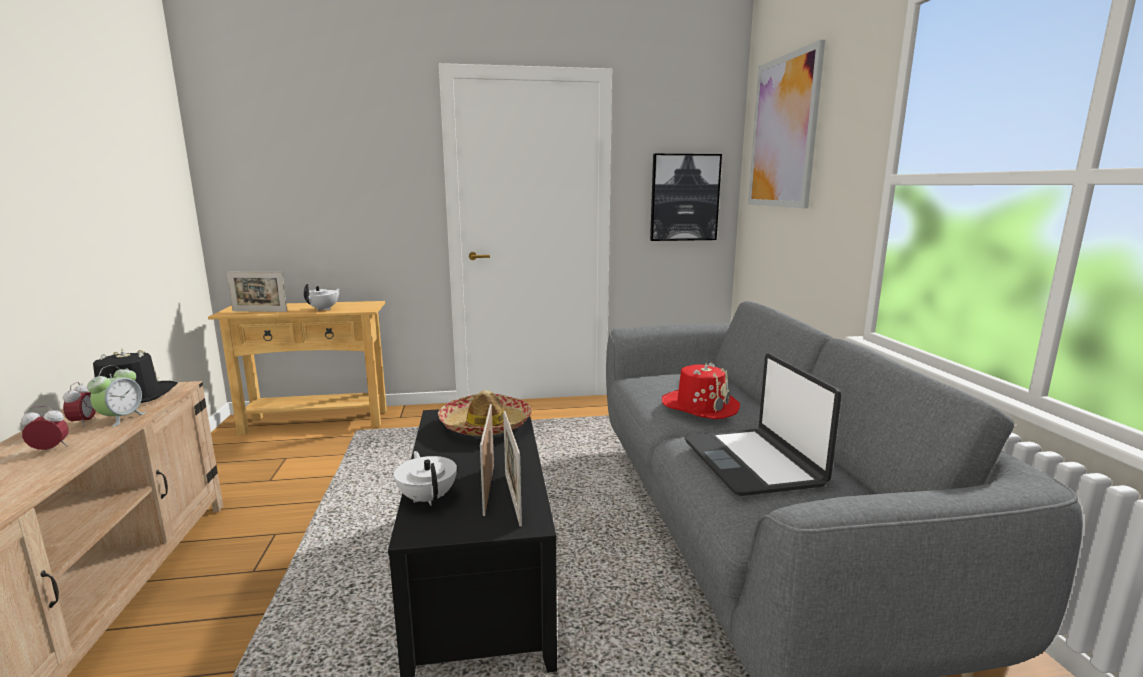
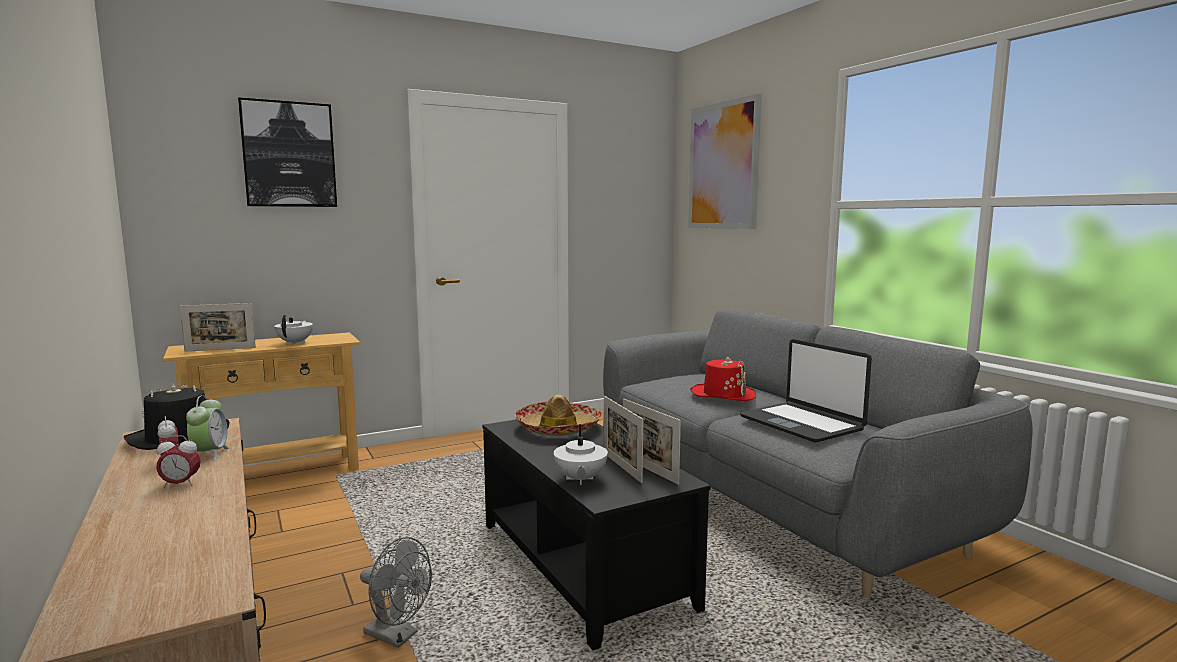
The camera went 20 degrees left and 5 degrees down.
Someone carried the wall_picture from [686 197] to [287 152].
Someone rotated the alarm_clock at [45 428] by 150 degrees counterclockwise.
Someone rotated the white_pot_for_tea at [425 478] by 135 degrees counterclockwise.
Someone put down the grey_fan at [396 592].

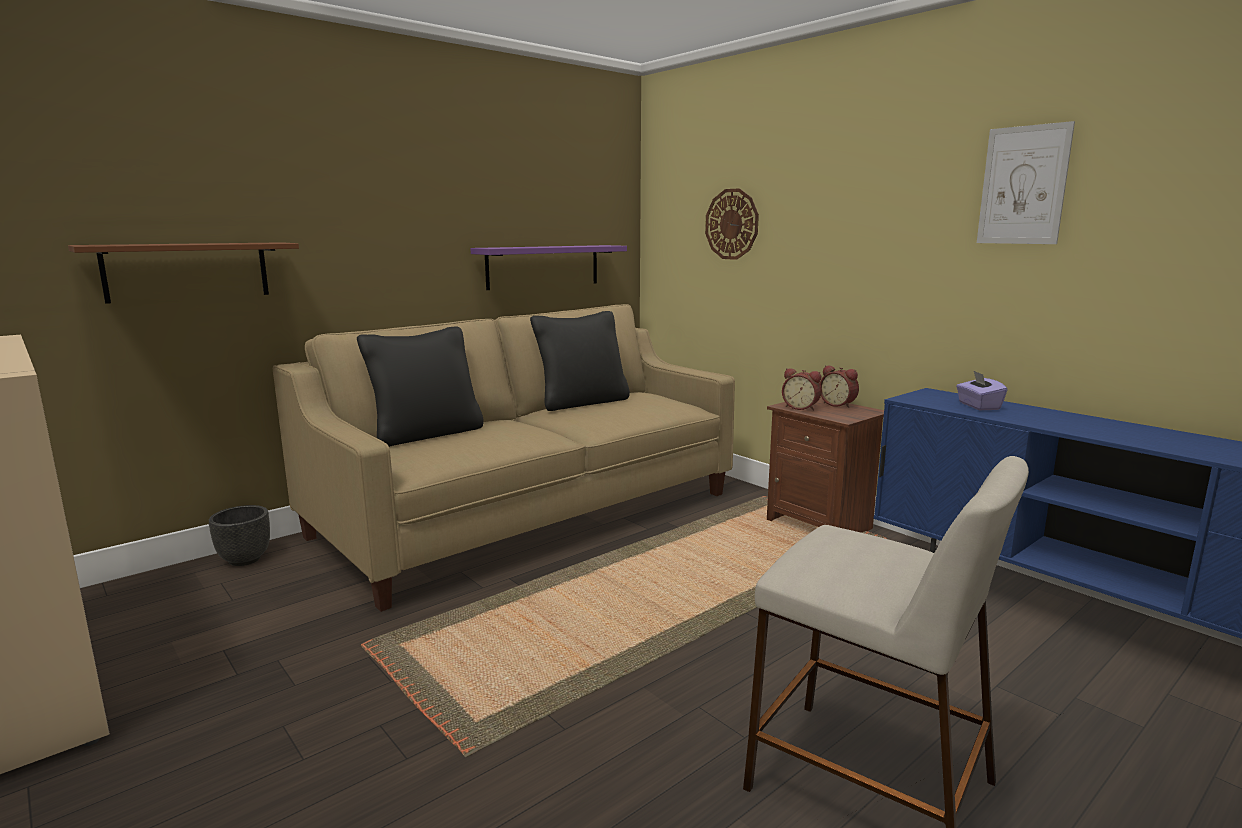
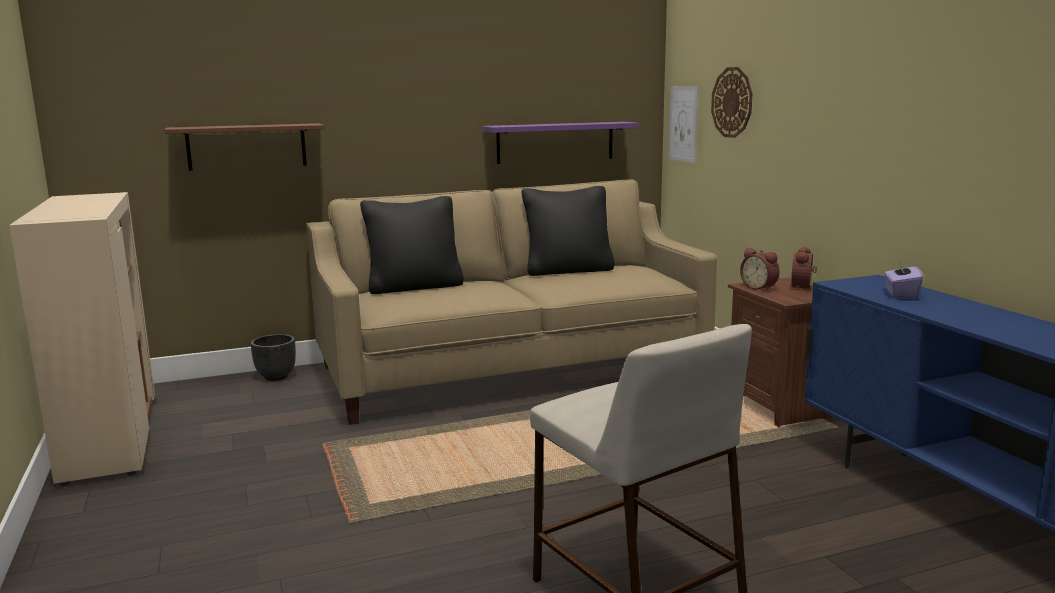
The camera went 20 degrees right and 0 degrees up.
Someone carried the wall_picture from [1026 182] to [683 124].
Someone rotated the alarm_clock at [839 386] by 45 degrees clockwise.

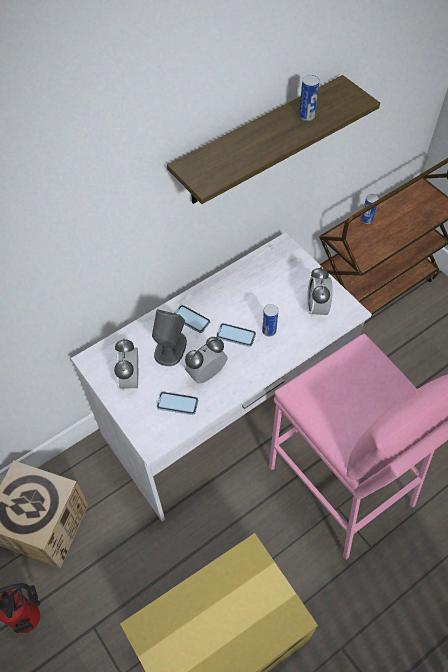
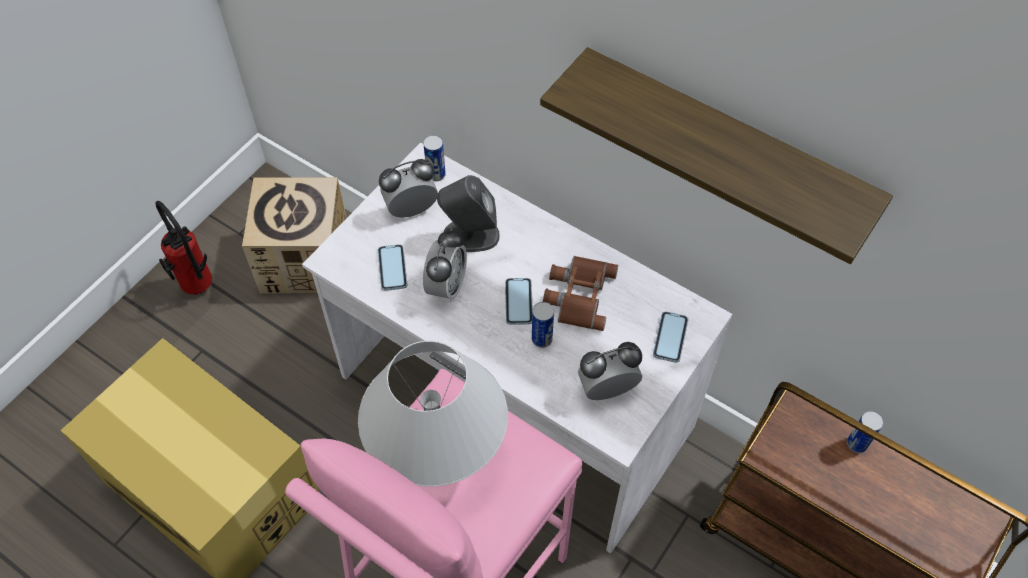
The camera went 70 degrees right and 0 degrees up.
Someone carried the metal_can from [309 98] to [434 158].
Someone carried the telephone from [192 319] to [670 337].
Someone rotated the alarm_clock at [206 360] by 75 degrees clockwise.
Someone put down the brown-coloured_binoculars at [580 293].
Someone put down the white_tabletop_lamp at [433 414].

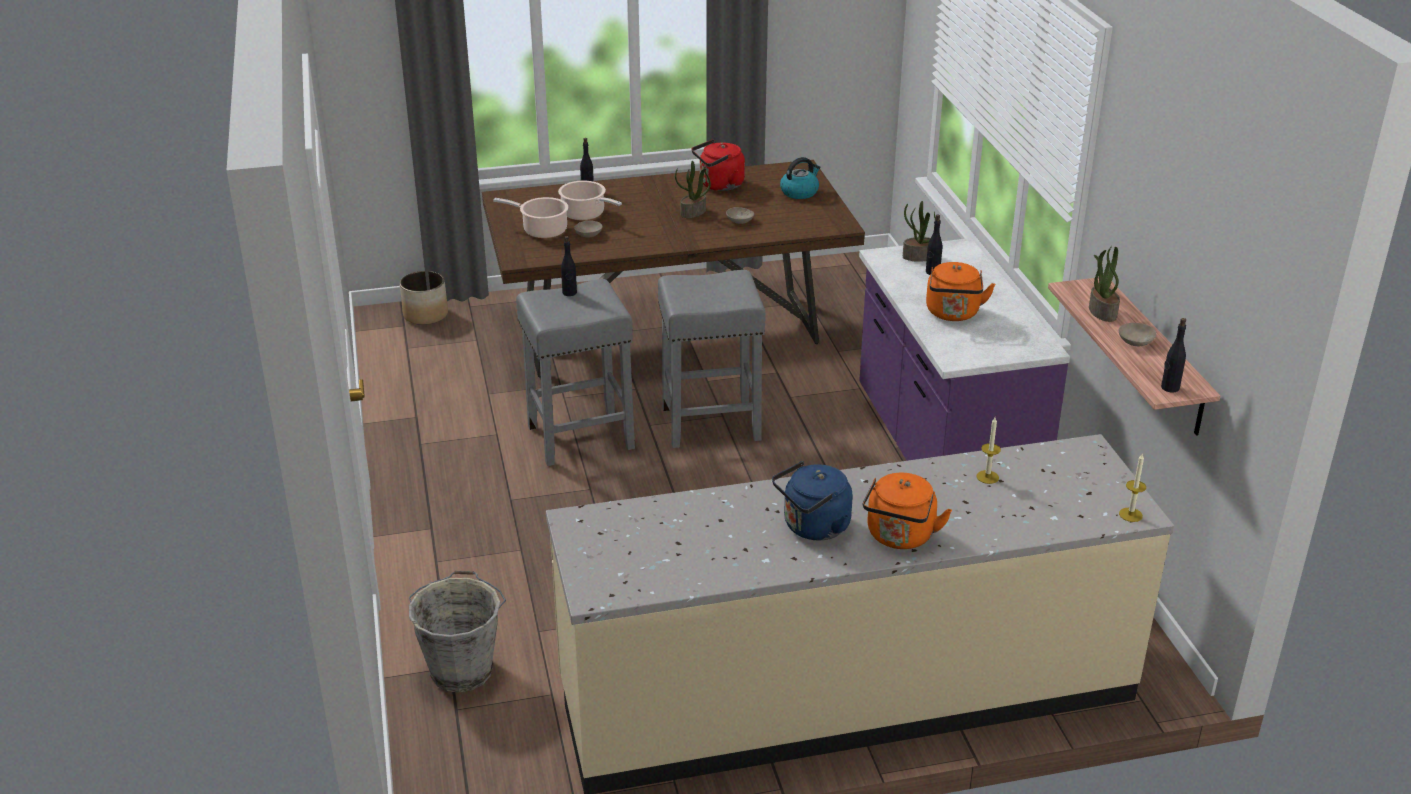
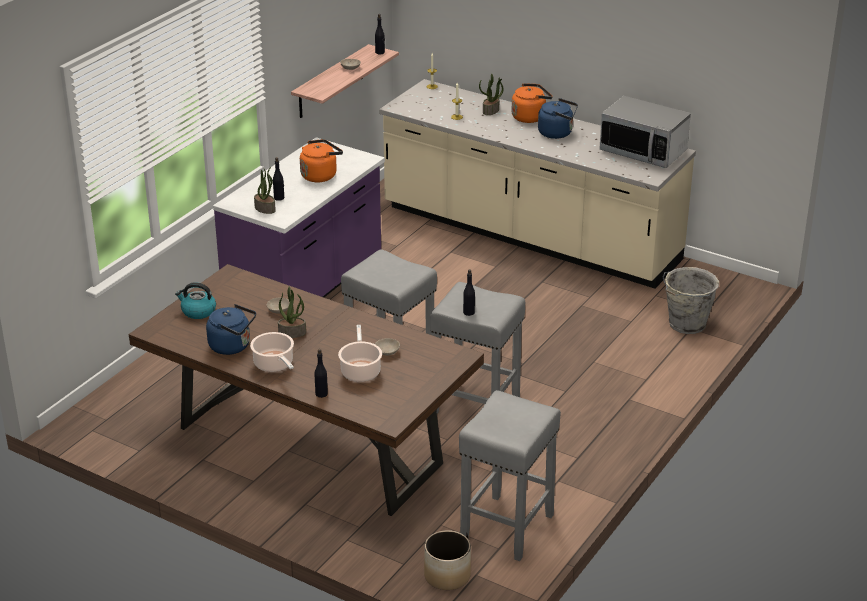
The camera went 135 degrees left and 0 degrees up.
Someone repainted the red-coloured_kettle at [718 165], which became the bluish_kettle at [231 329].
Someone carried the saucepot from [530 217] to [272 352].
Someone carried the plant_in_a_pot from [1104 284] to [491 94].
Someone put down the microwave at [645 132].
Someone put down the grey_stool_seat at [510 475].

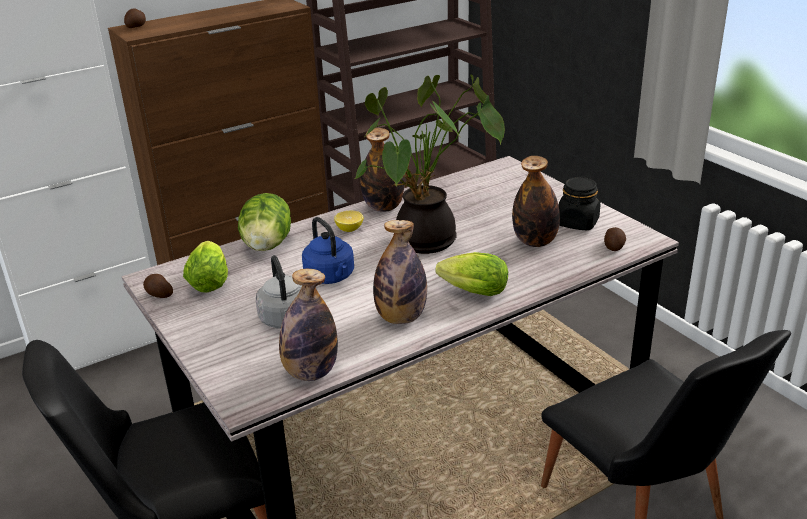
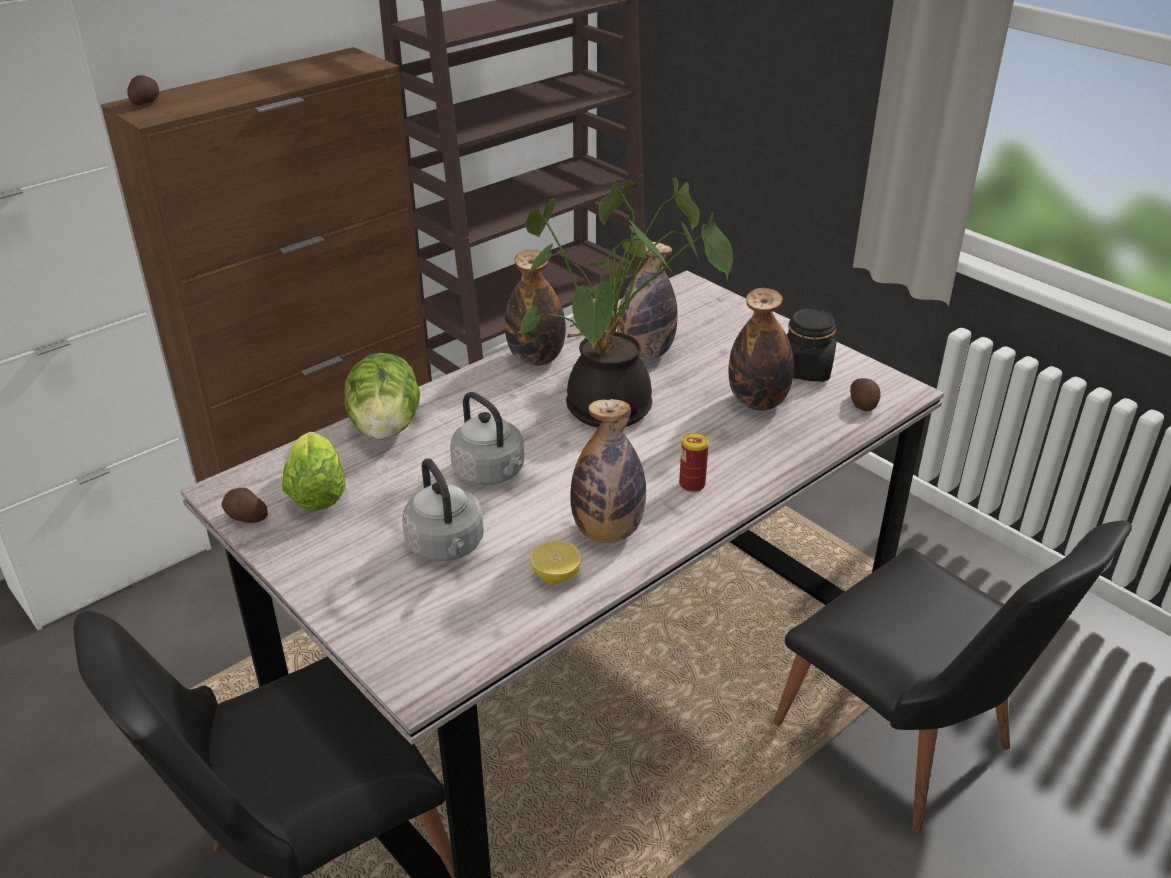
The camera went 10 degrees left and 5 degrees up.
Someone carried the whole_lemon from [348 221] to [555 562].
Someone repainted the bluish_kettle at [328 250], which became the grey_kettle at [487 438].
Someone swapped the lettuce_head at [471 274] for the metal_can at [694 462].
Someone carried the beverage_bottle from [308 325] to [647 301].

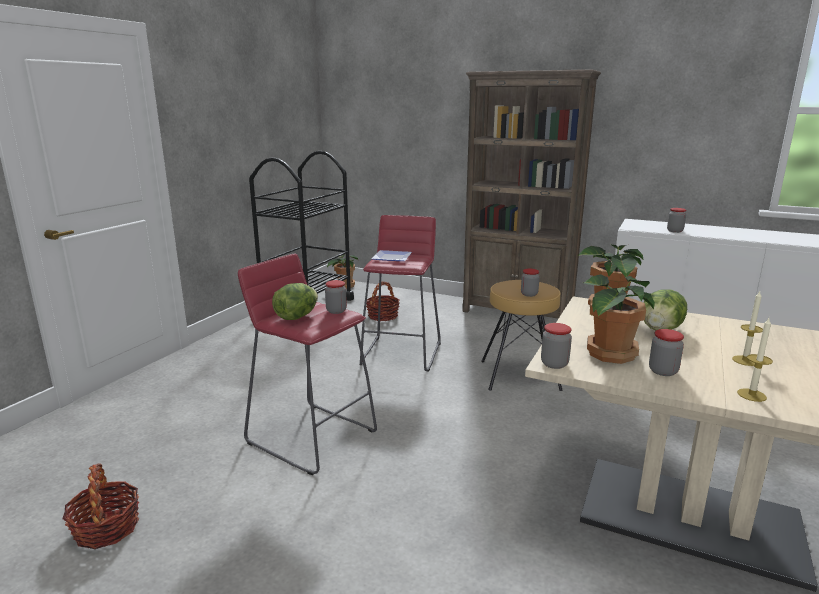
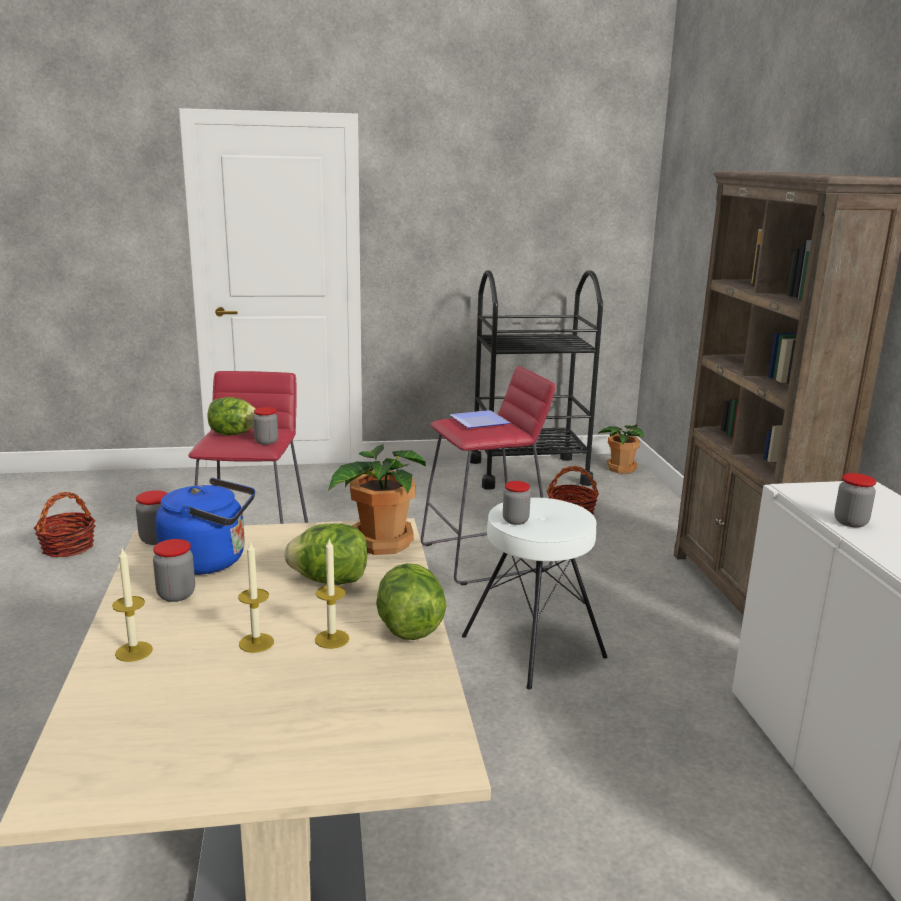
The camera went 55 degrees right and 0 degrees up.
Someone swapped the plant_in_a_pot at [619 319] for the bluish_kettle at [205 526].
Someone repainted the brown-coloured_stool_seat at [522 335], which became the white_stool_seat at [534 593].
Someone put down the candle at [332 594].
Someone put down the lettuce_head at [411 601].

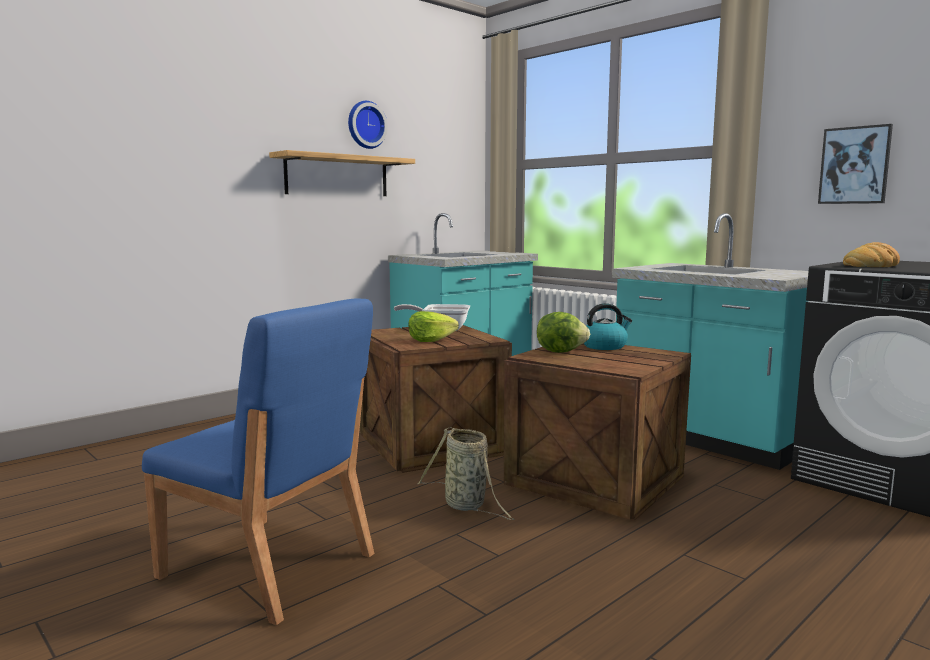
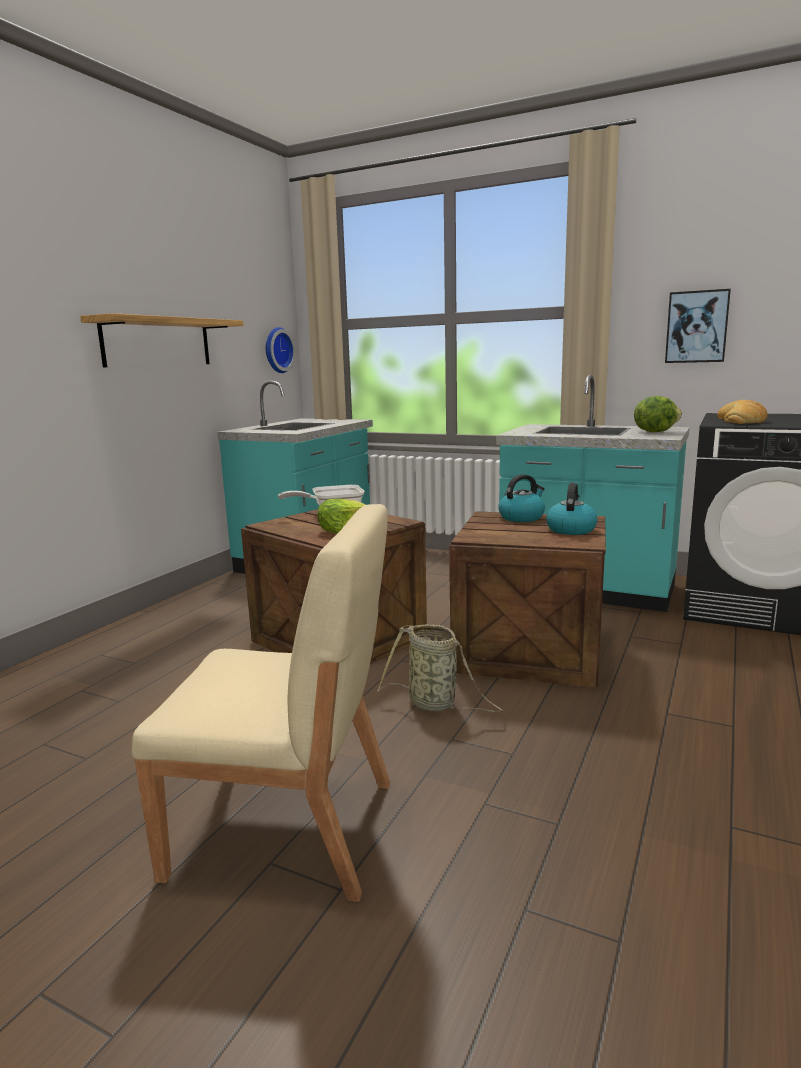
The camera went 20 degrees left and 5 degrees up.
Someone carried the clock_on_the_wall from [368 125] to [281 350].
Someone repainted the bluish_upright_chair at [258 461], which became the beige-coloured_upright_chair at [261 703].
Someone carried the lettuce_head from [563 332] to [658 414].
Someone put down the kettle at [572 509].

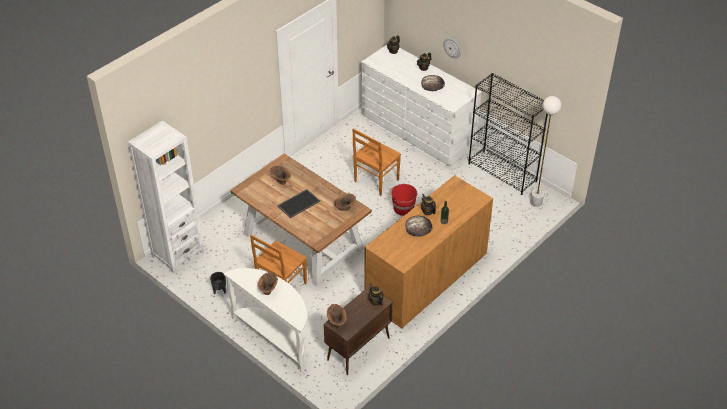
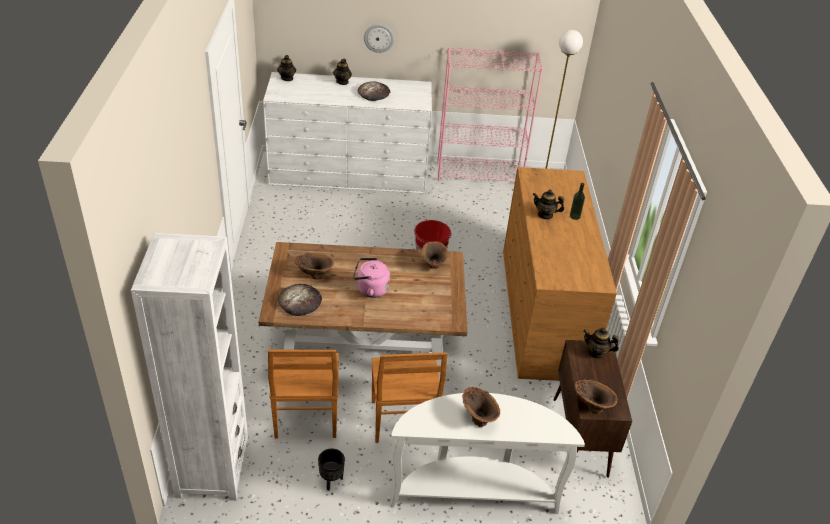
The camera went 45 degrees left and 5 degrees down.
Someone repainted the blackish_bookcase at [508 134], which became the pink_bookcase at [490 114].
Someone carried the brown-coloured_upright_chair from [377 162] to [303 394].
Someone swapped the serving_tray at [298 203] for the pink_kettle at [371 278].
Someone carried the bread from [419 226] to [300 300].

